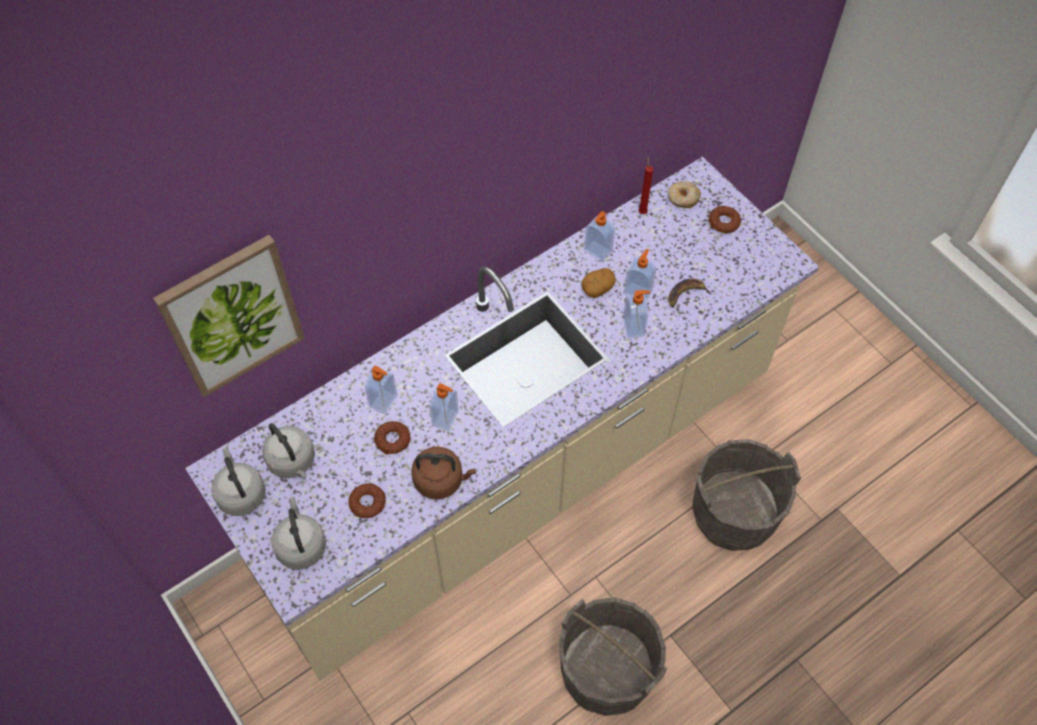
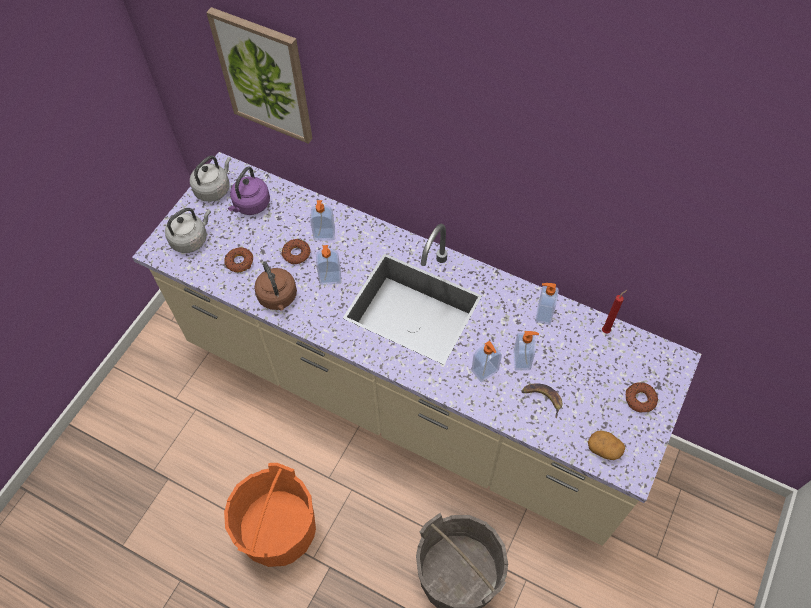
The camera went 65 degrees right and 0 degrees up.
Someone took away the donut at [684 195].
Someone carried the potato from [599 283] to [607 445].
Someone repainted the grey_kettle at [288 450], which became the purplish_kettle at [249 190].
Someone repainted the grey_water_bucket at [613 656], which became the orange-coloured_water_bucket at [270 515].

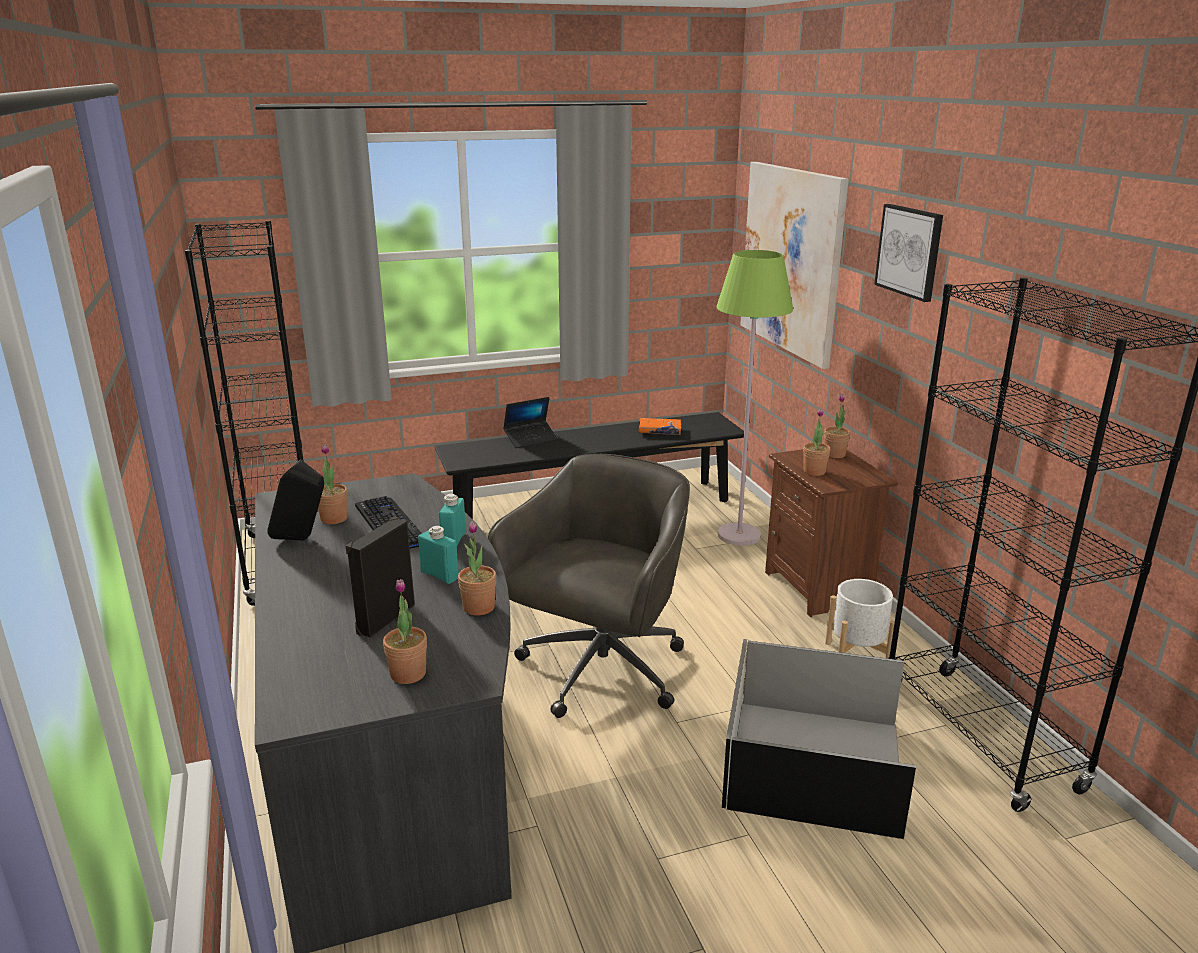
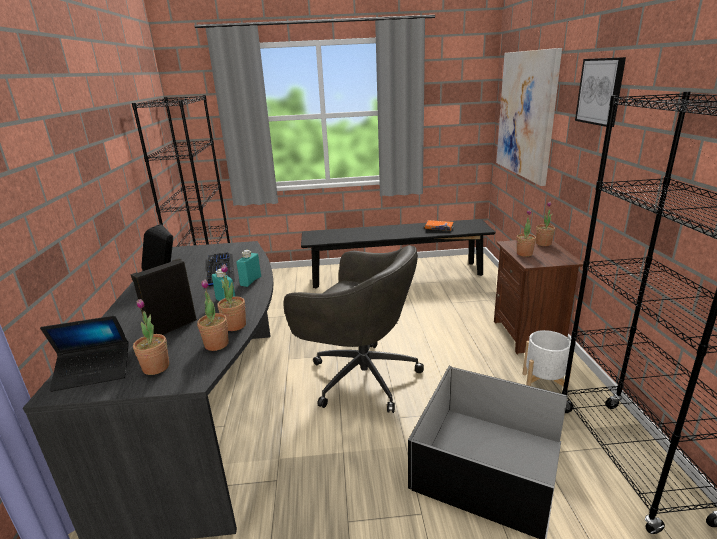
The camera went 15 degrees right and 0 degrees up.
Someone took away the green_floor_lamp at [754 398].
Someone carried the portable_computer from [530 422] to [84 354].
Someone carried the plant_in_a_pot from [333 484] to [213 315].
Someone rotated the grey_desk_chair at [589 586] by 75 degrees clockwise.

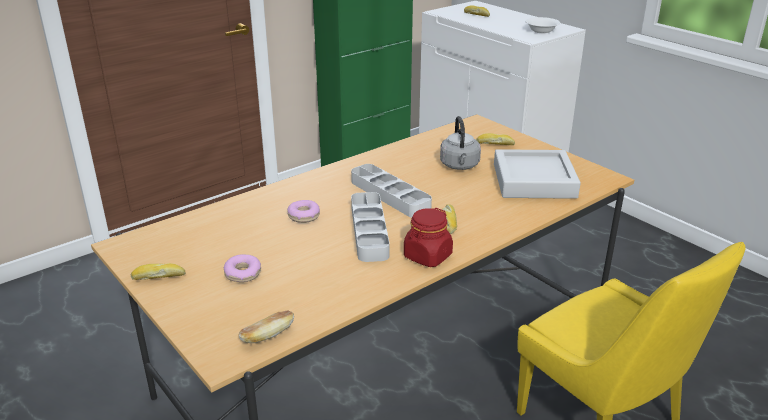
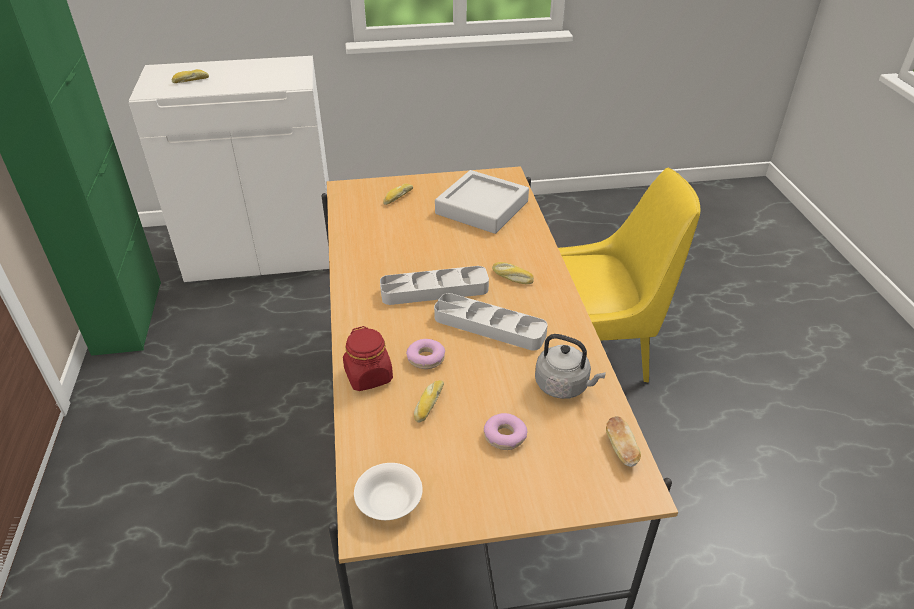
The camera went 60 degrees left and 10 degrees up.
Someone carried the white_serving_bowl from [542 25] to [388 491].
Someone carried the grey_kettle from [460 143] to [570 366].
Someone carried the red-coloured_jar from [428 237] to [368 358].
Someone carried the bread from [158 271] to [429 401].

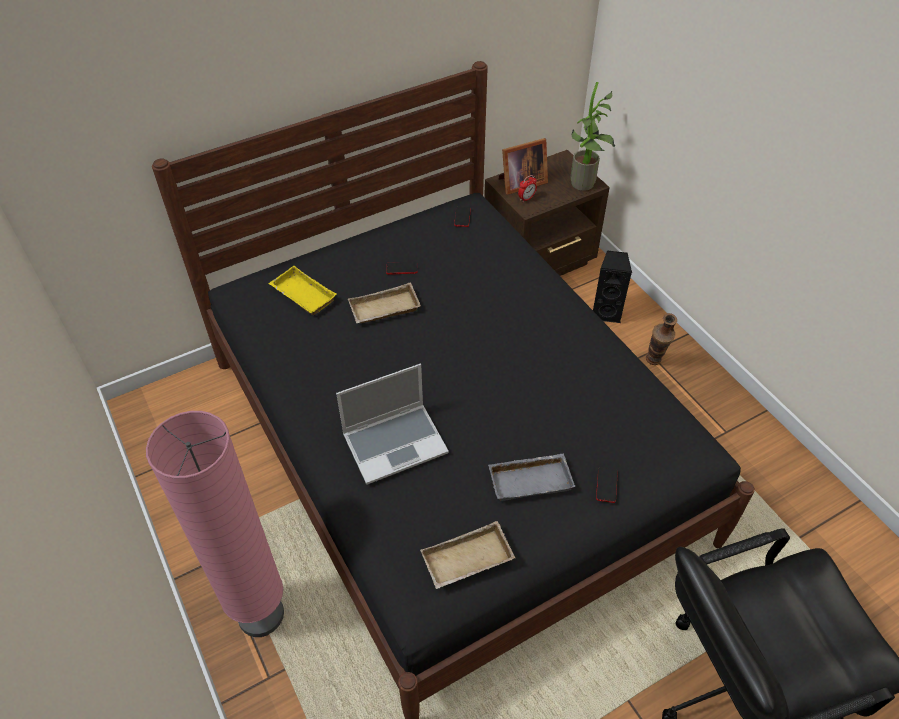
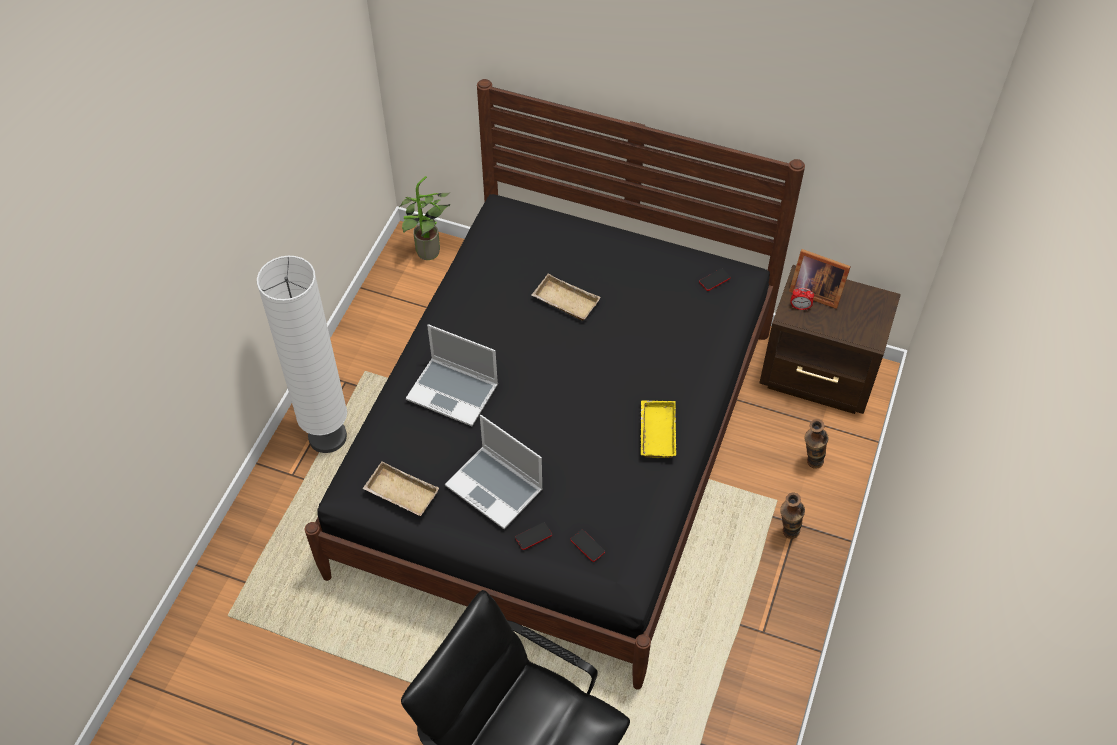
The camera went 50 degrees right and 5 degrees up.
Someone carried the plant_in_a_pot from [592 136] to [425 218].
Someone swapped the blackish_loudspeaker at [612 286] for the decorative_vase at [816 444].
Someone carried the telephone from [401 268] to [587 546].
Someone carried the yellow-coloured_serving_tray from [302 290] to [658 429].
Someone repainted the pink_floor_lamp at [215 524], which became the white_floor_lamp at [302 354].
Someone swapped the grey_serving_tray at [531 477] for the portable_computer at [494 472].

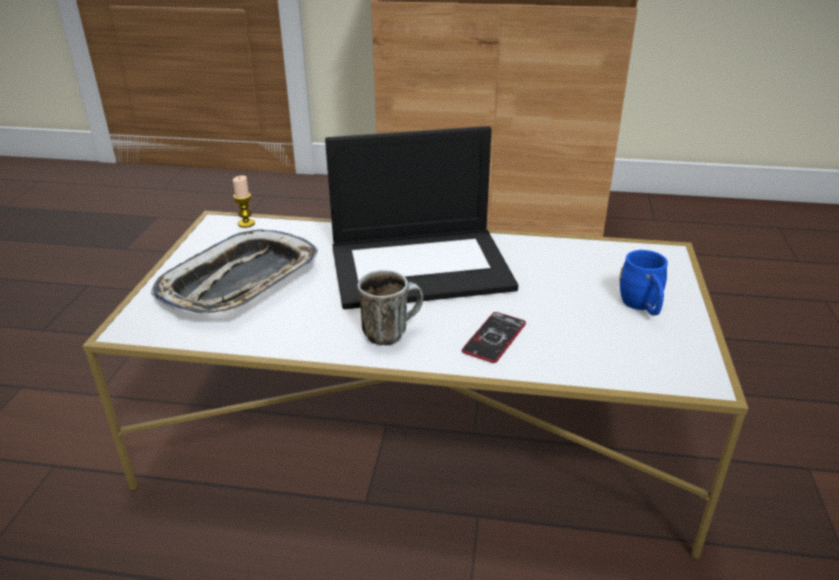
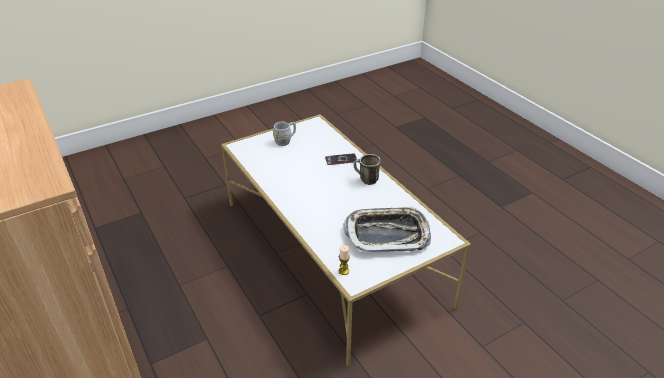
The camera went 130 degrees left and 5 degrees up.
Someone took away the portable_computer at [421 217].
Someone repainted the bluish_tea_mug at [643 282], which became the grey_tea_mug at [284 134].

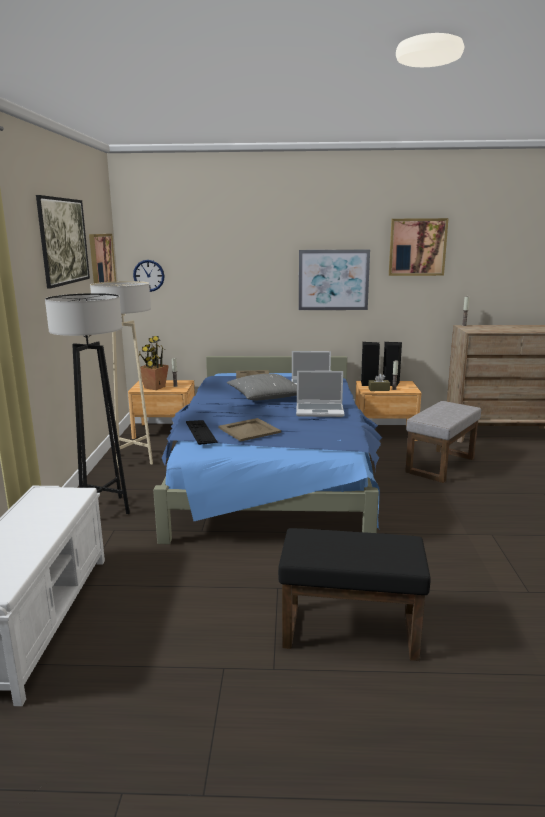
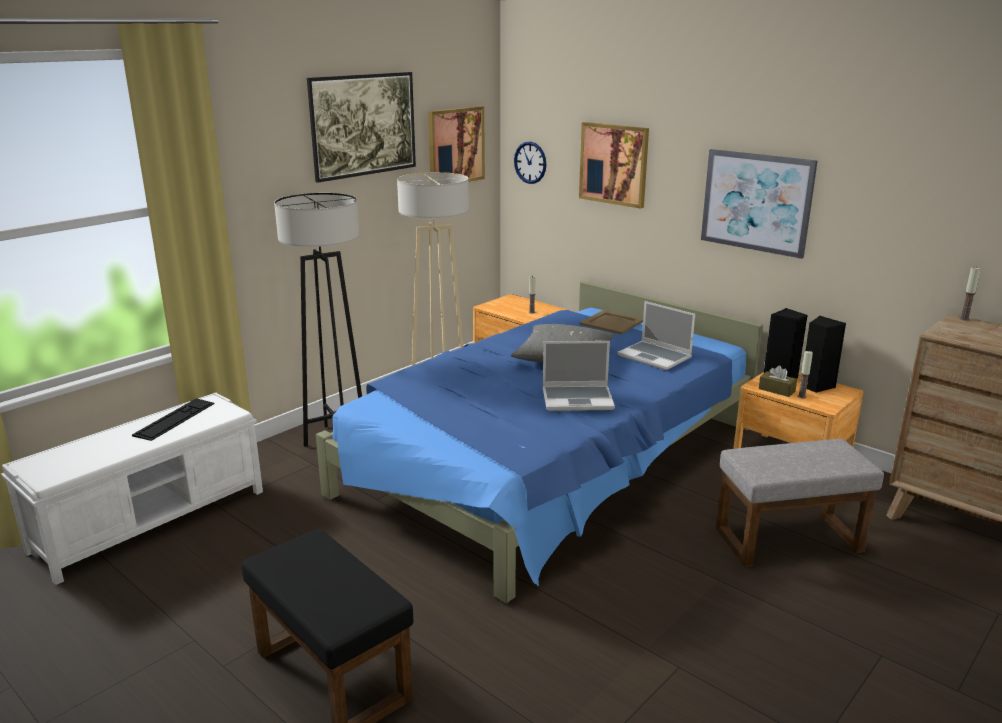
The camera went 40 degrees right and 5 degrees up.
Someone carried the wall_picture from [419 247] to [614 165].
Someone took away the plant_in_a_pot at [154 363].
Someone rotated the portable_computer at [320 394] by 45 degrees counterclockwise.
Someone took away the beige-coloured_serving_tray at [249 430].
Someone carried the PC_keyboard from [202 432] to [173 419].

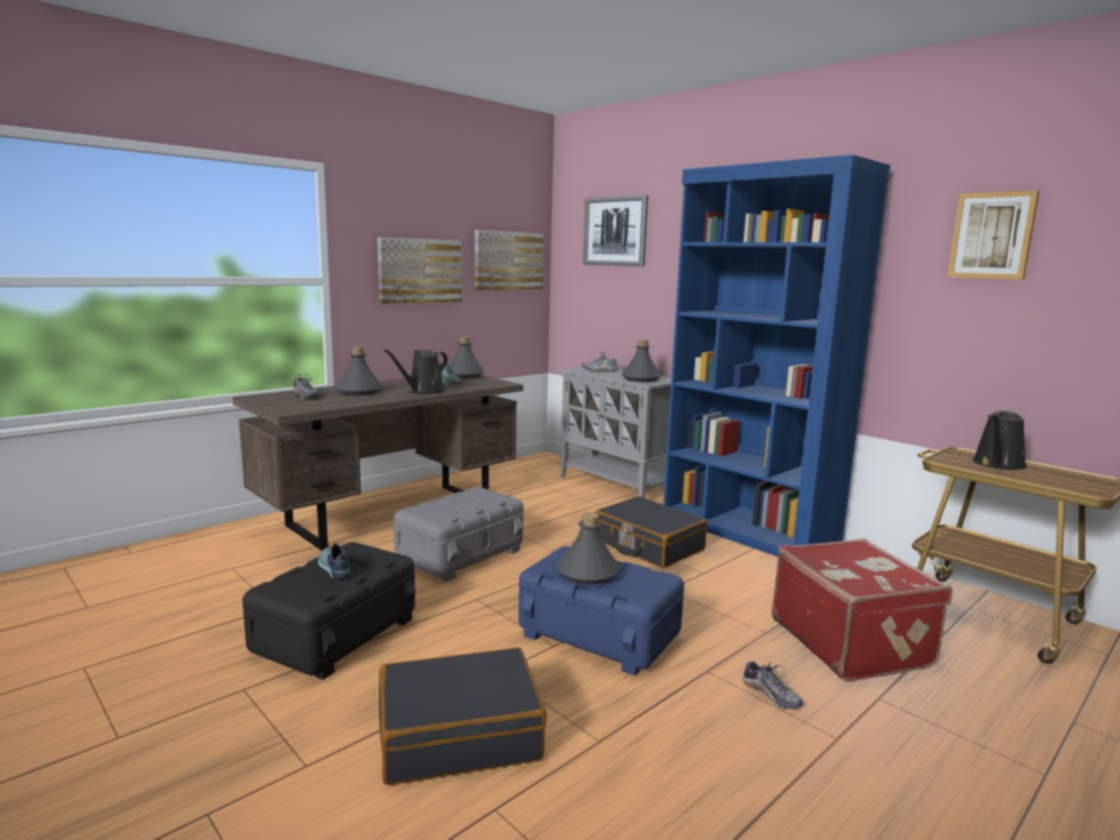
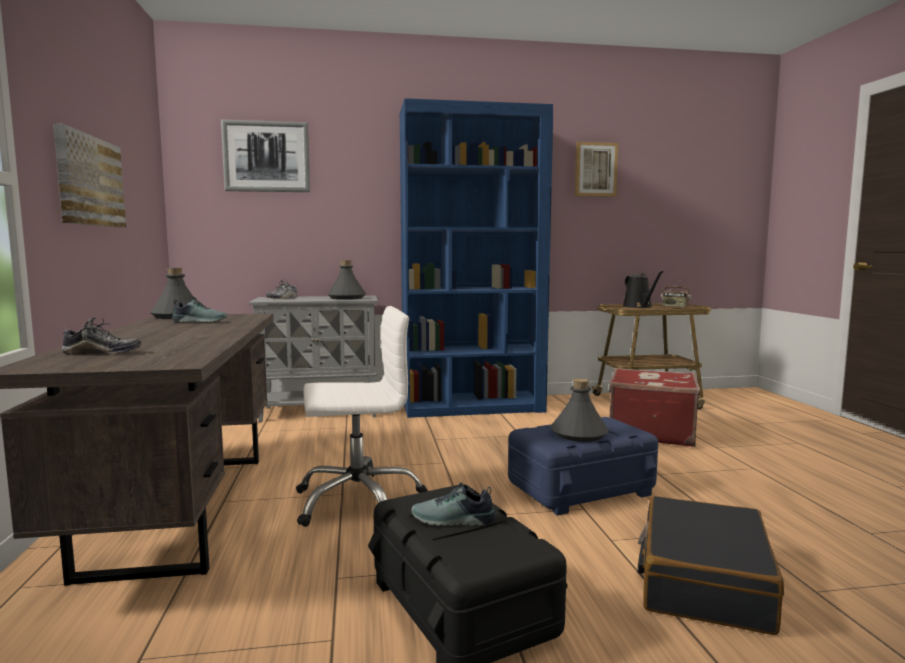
The camera went 55 degrees left and 5 degrees down.
Someone took away the wall_picture at [509 260].
Someone took away the grey_beverage_bottle at [359 371].
Someone took away the blackish_watering_pot at [416 371].
Someone swapped the grey_storage_box at [459 534] for the white_desk_chair at [362 416].
Someone took away the blackish_travel_case at [651 532].
Someone took away the shoe at [772 684].
Someone put down the radio_set at [676 293].

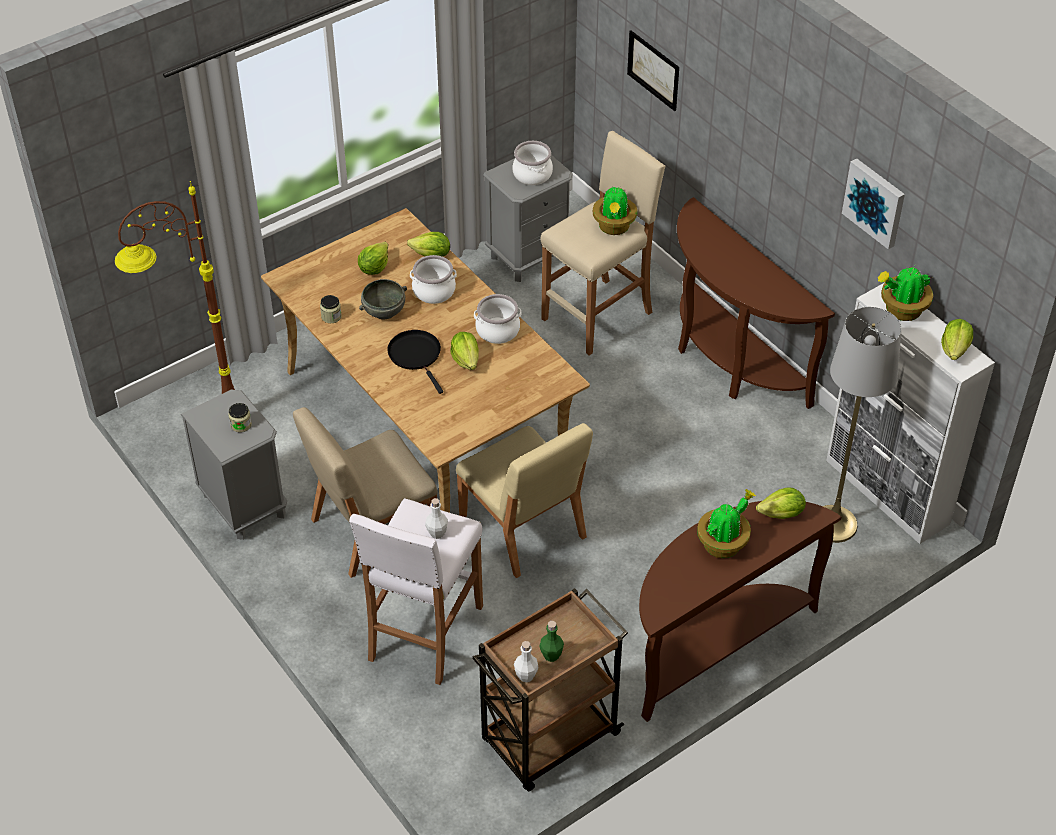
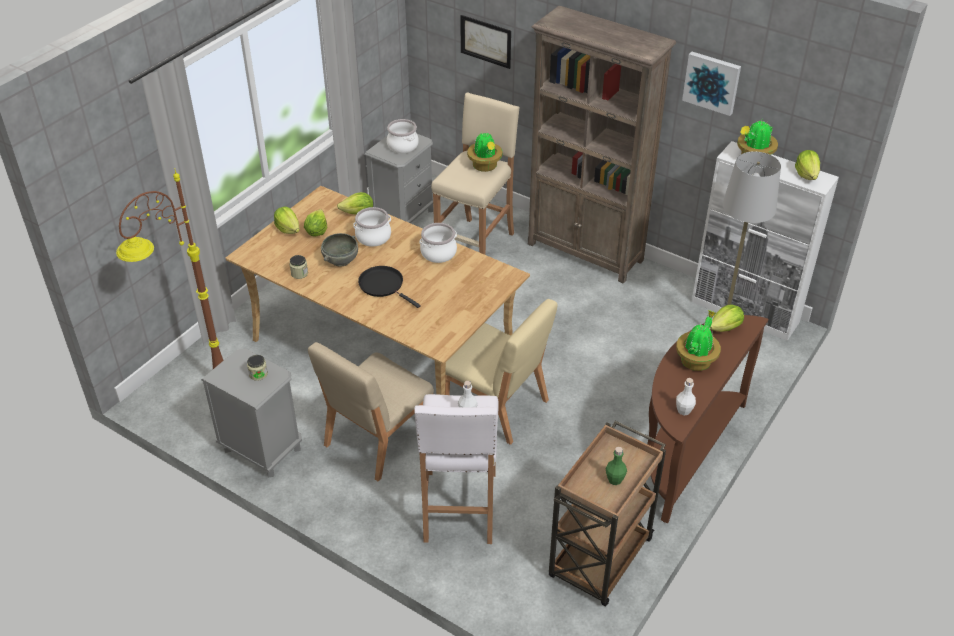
The camera went 20 degrees left and 5 degrees down.
Someone swapped the brown-coloured_narrow_table at [756 303] for the brown-coloured_bookcase at [602 145].
Someone carried the lettuce_head from [464 351] to [287 220].
Someone carried the white_beverage_bottle from [526 661] to [686 397].

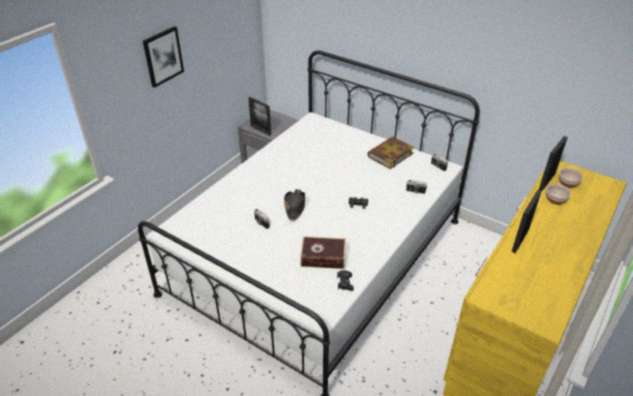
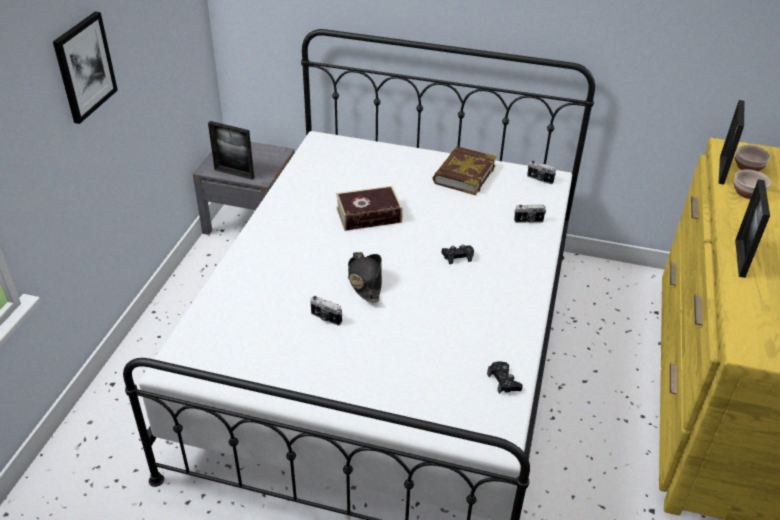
The camera went 20 degrees left and 0 degrees up.
Someone carried the book from [323 252] to [369 208].

